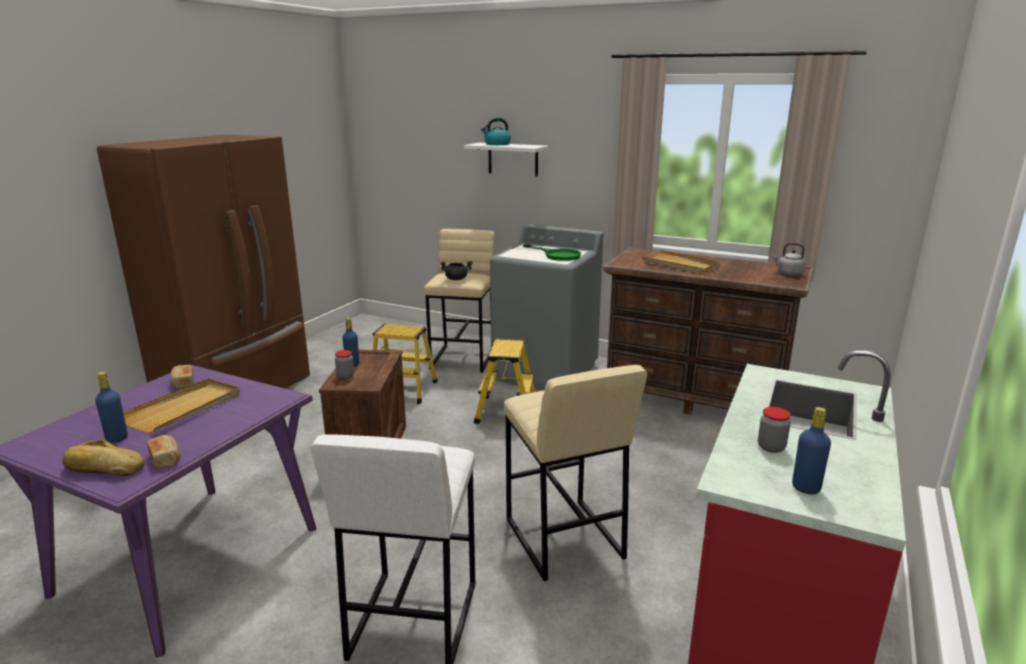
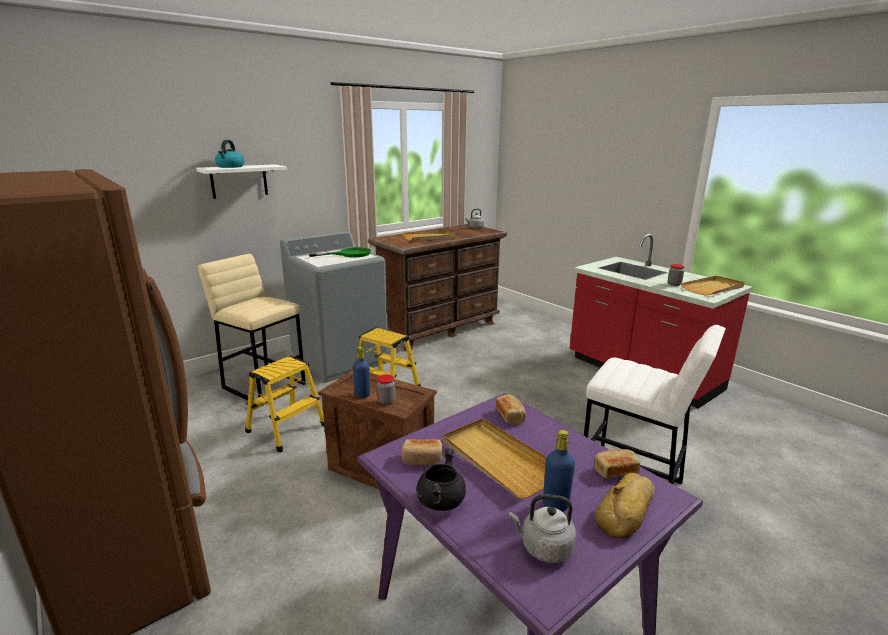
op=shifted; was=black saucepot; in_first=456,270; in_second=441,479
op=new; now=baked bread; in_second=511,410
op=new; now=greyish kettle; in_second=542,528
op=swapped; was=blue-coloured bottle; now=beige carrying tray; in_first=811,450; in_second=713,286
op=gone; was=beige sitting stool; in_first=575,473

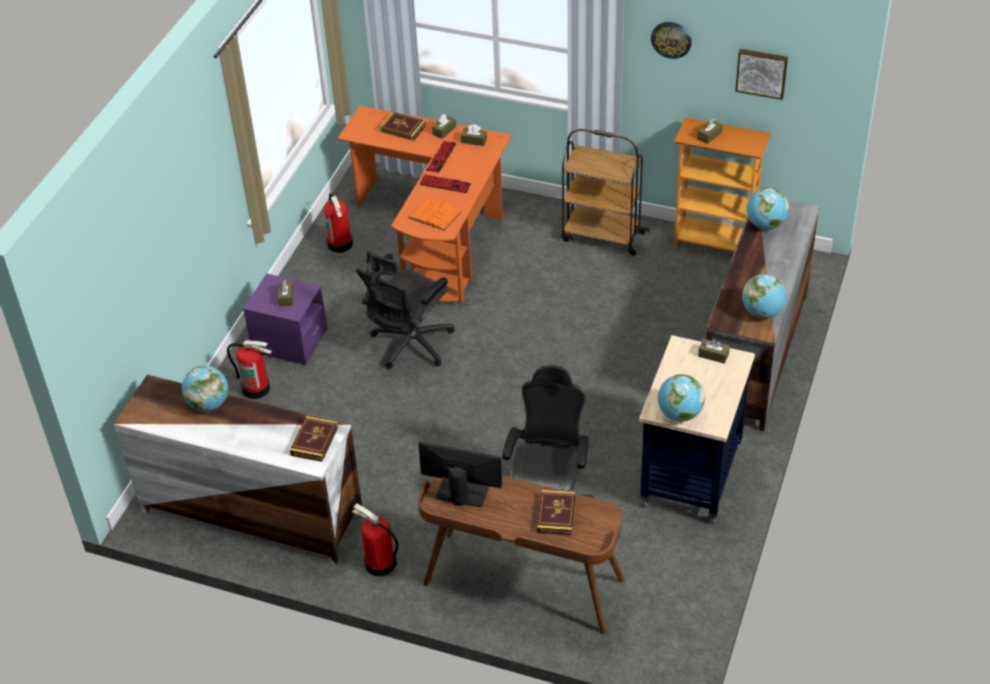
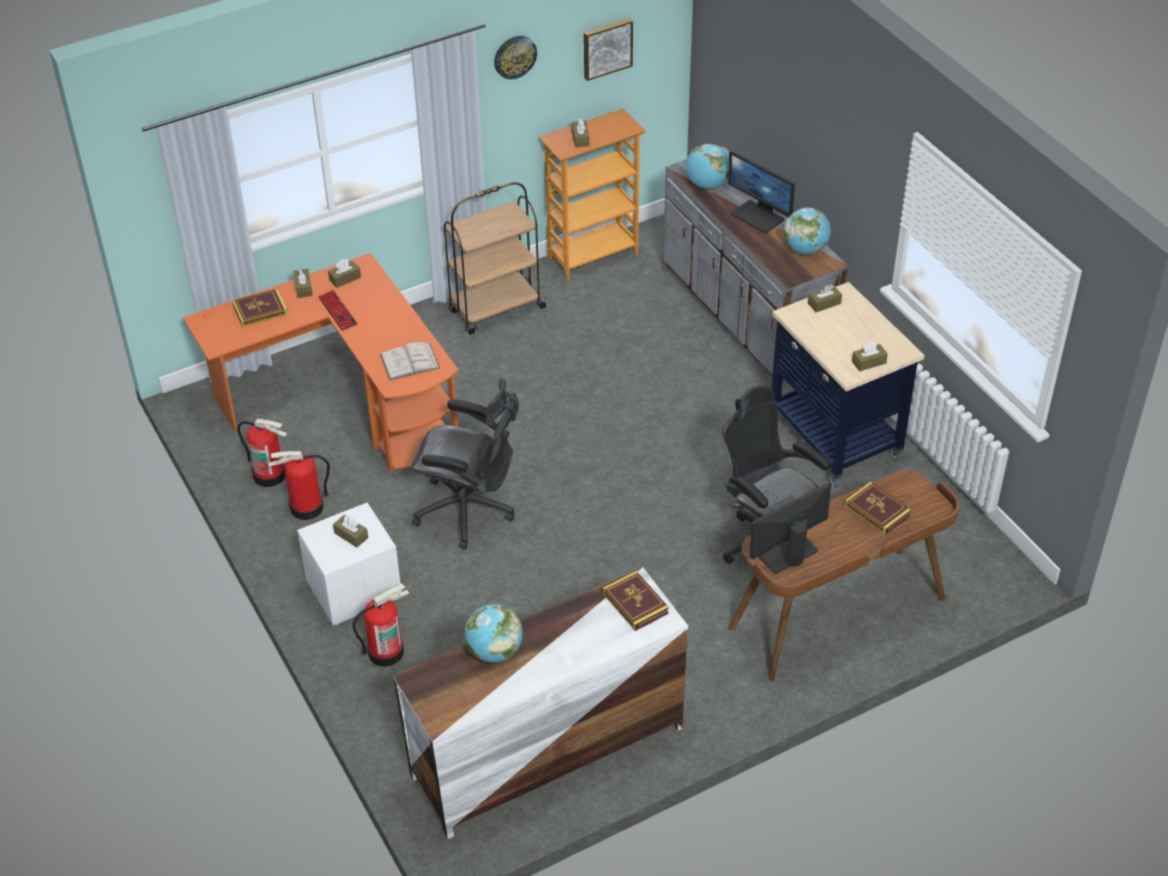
op=shifted; was=extinguisher; in_first=375,540; in_second=299,485
op=repainted; was=purplish bedside table; now=white-coloured bedside table; in_first=285,319; in_second=349,564
op=repainted; was=orange volume; now=white-coloured volume; in_first=435,214; in_second=410,361
op=rotated; was=desk chair; in_first=405,309; in_second=465,464; clockwise=-60
op=new; now=computer display; in_second=761,191
op=swapped; was=globe; now=brown box of tissues; in_first=681,398; in_second=870,357
op=gone; was=keyboard; in_first=445,183

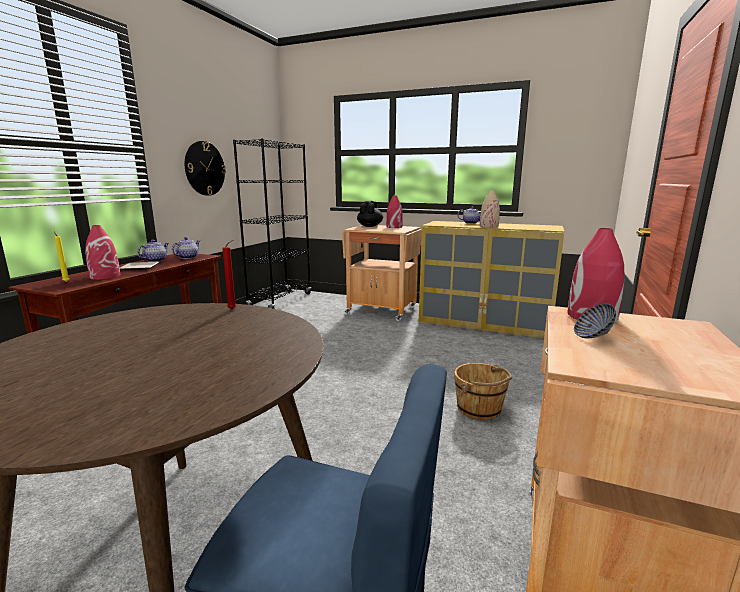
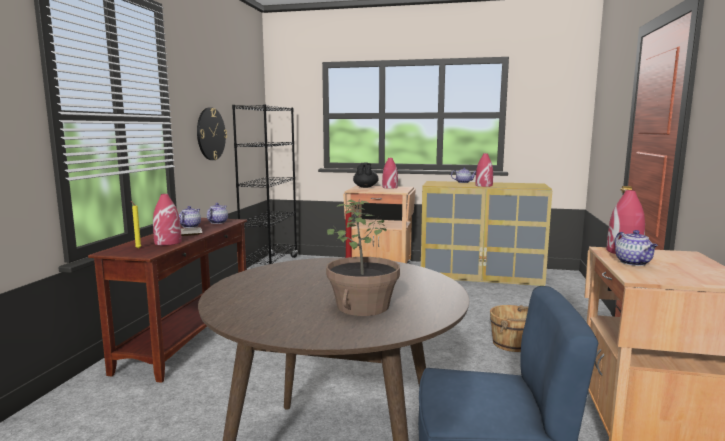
op=new; now=houseplant; in_second=363,257
op=repainted; was=beige decorative vase; now=red-coloured decorative vase; in_first=490,209; in_second=484,170
op=swapped; was=deep dish; now=teapot; in_first=595,321; in_second=636,248

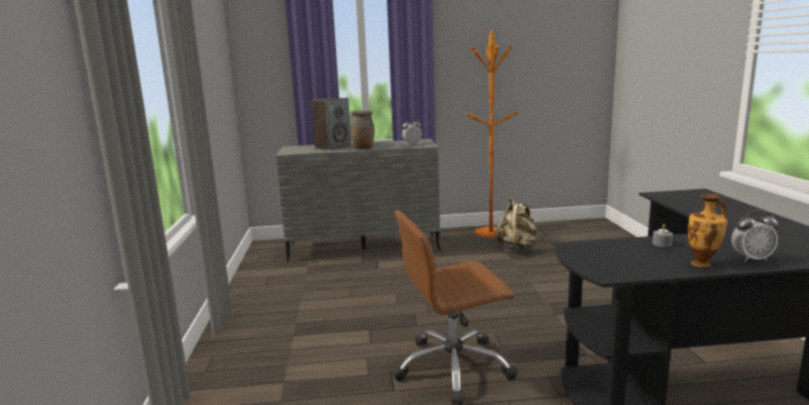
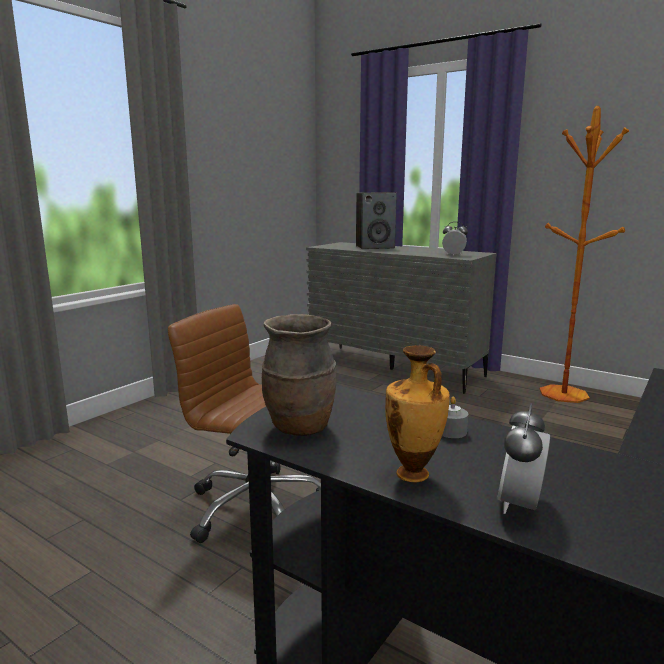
op=shifted; was=brown decorative vase; in_first=362,130; in_second=299,375
op=rotated; was=table clock; in_first=754,236; in_second=523,458; clockwise=75
op=gone; was=beige rucksack; in_first=516,224

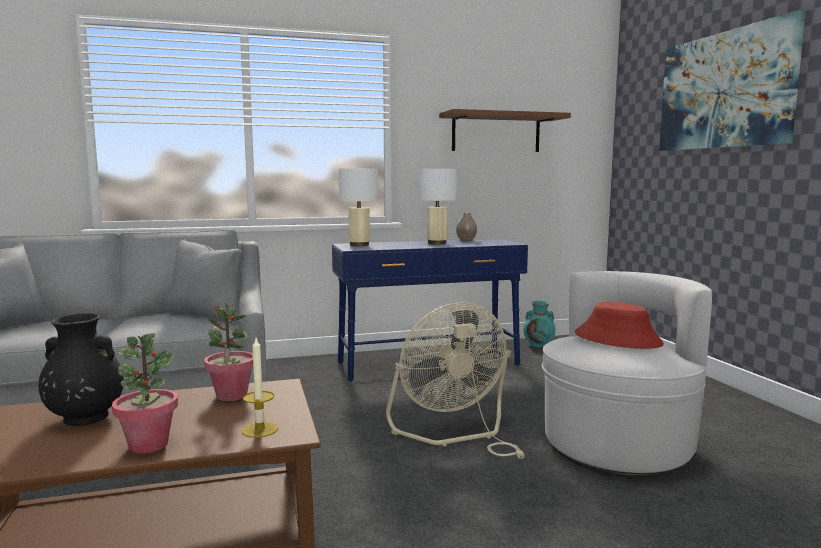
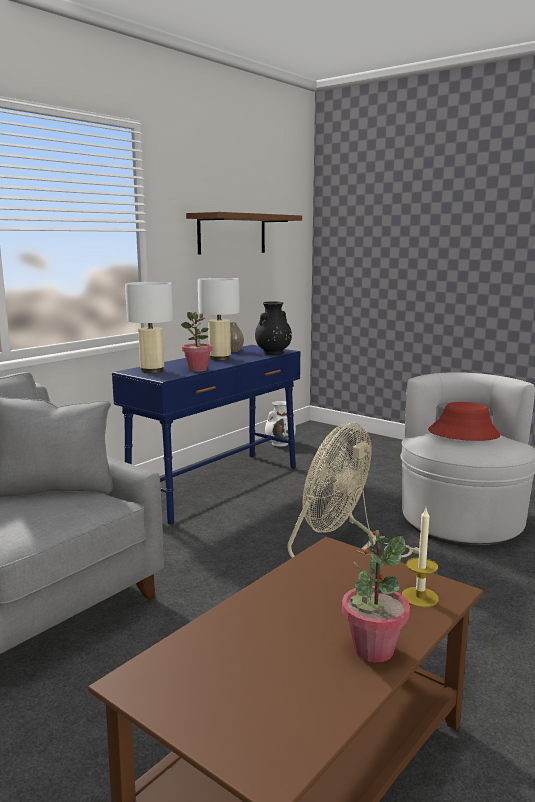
op=shifted; was=houseplant; in_first=228,352; in_second=196,341
op=shifted; was=black decorative vase; in_first=81,369; in_second=273,328
op=repainted; was=turquoise decorative vase; now=white-coloured decorative vase; in_first=539,324; in_second=280,424
op=gone; was=wall picture; in_first=732,80

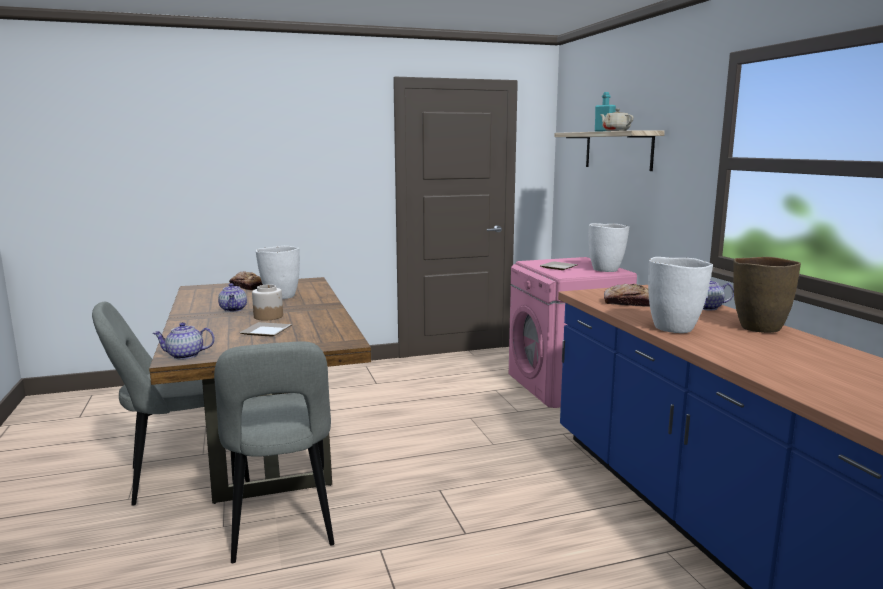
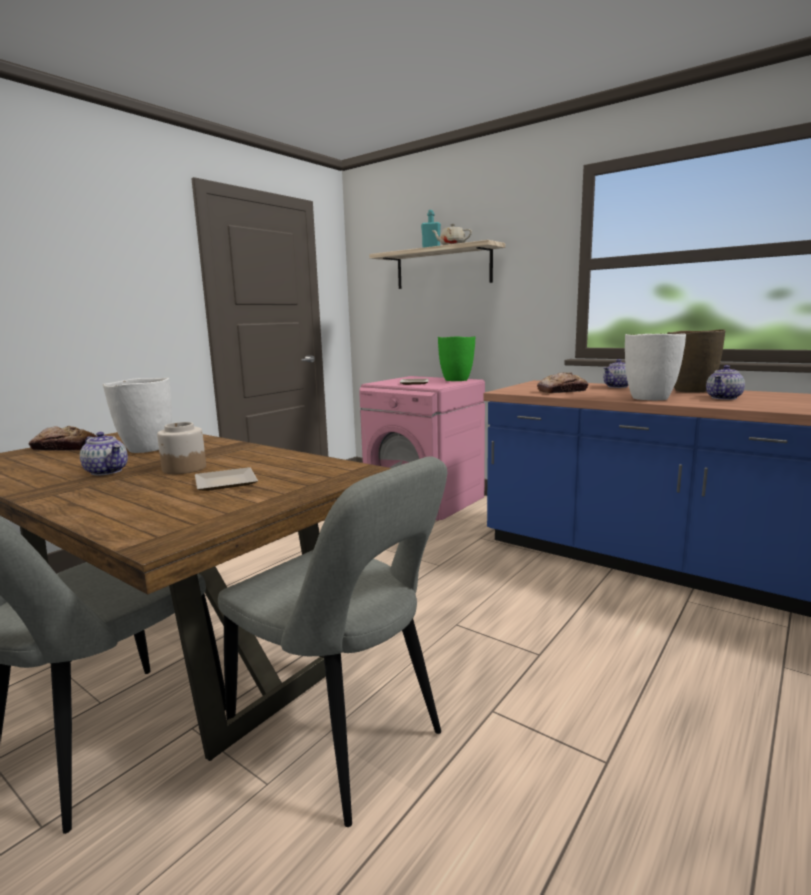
op=repainted; was=white-coloured decorative vase; now=greenish decorative vase; in_first=609,247; in_second=456,358
op=shifted; was=teapot; in_first=184,340; in_second=725,382

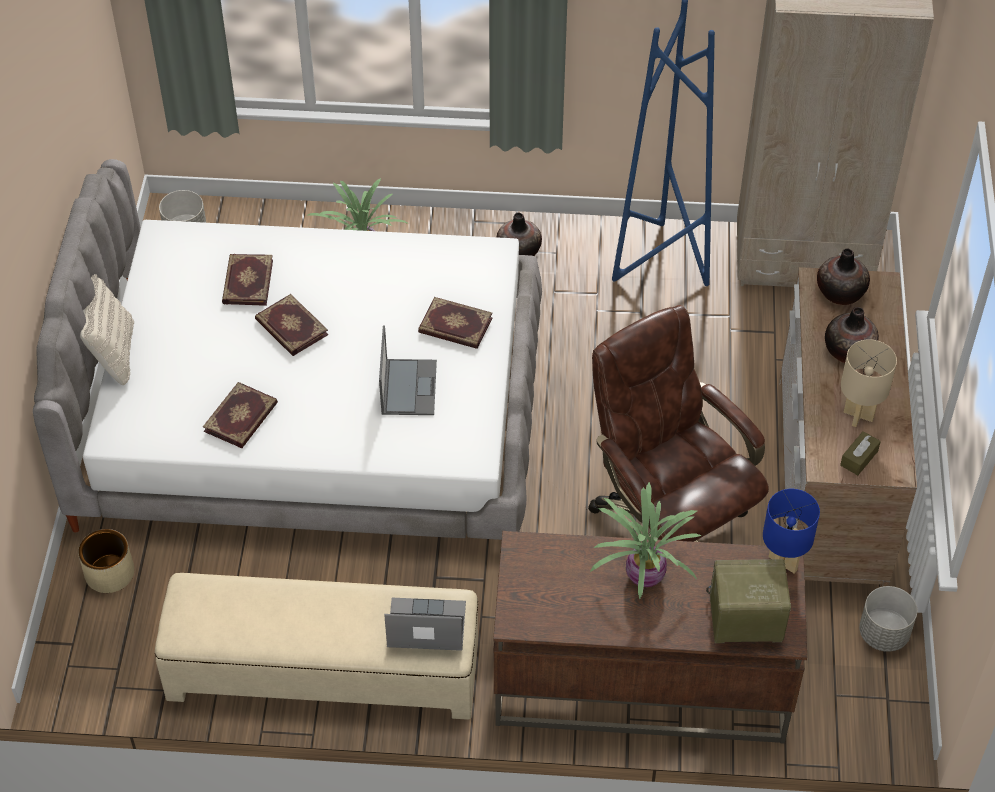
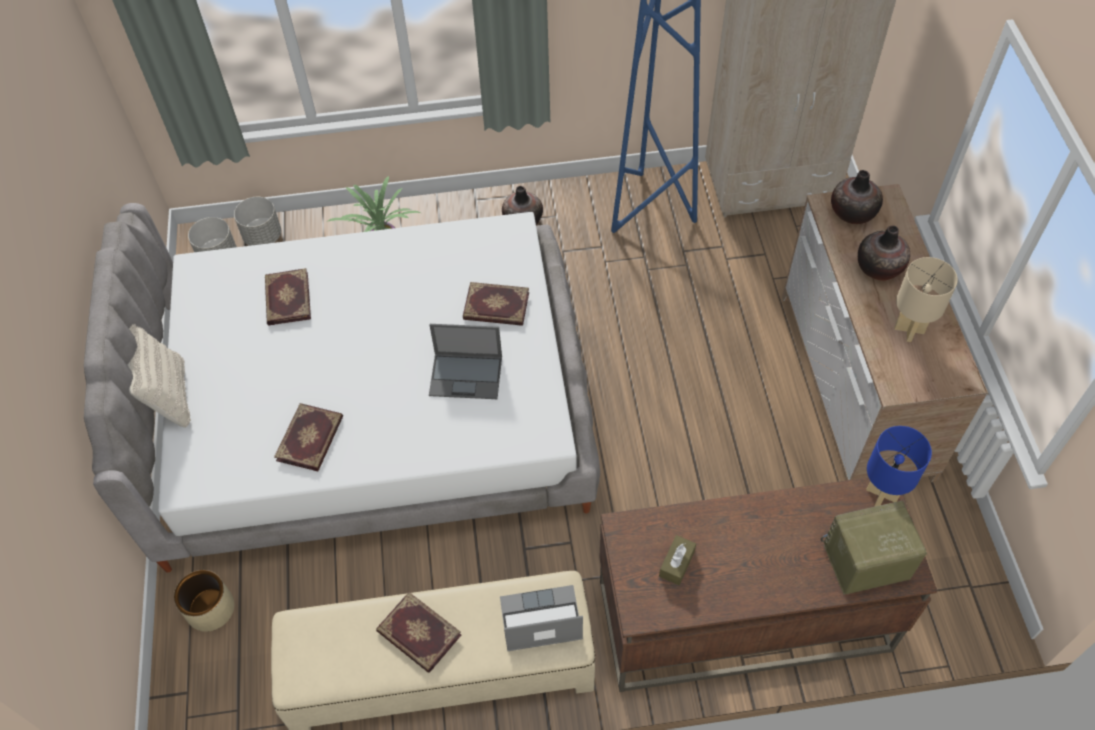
op=shifted; was=greyish plant pot; in_first=888,619; in_second=257,221
op=shifted; was=volume; in_first=291,325; in_second=418,632
op=rotated; was=notebook computer; in_first=408,370; in_second=465,361; clockwise=105
op=shifted; was=brown box of tissues; in_first=860,453; in_second=677,560
op=gone; was=brown desk chair; in_first=678,423
op=gone; was=houseplant; in_first=645,541

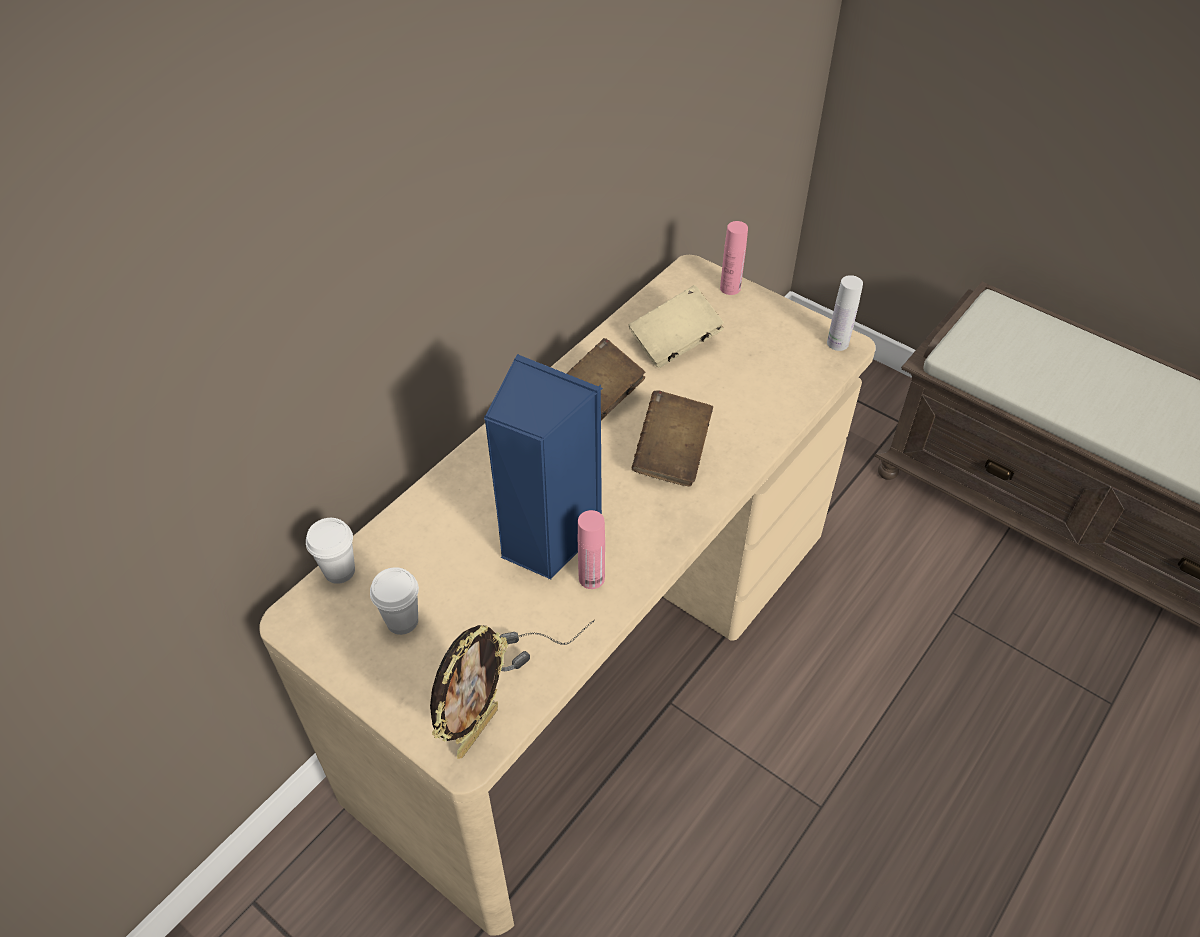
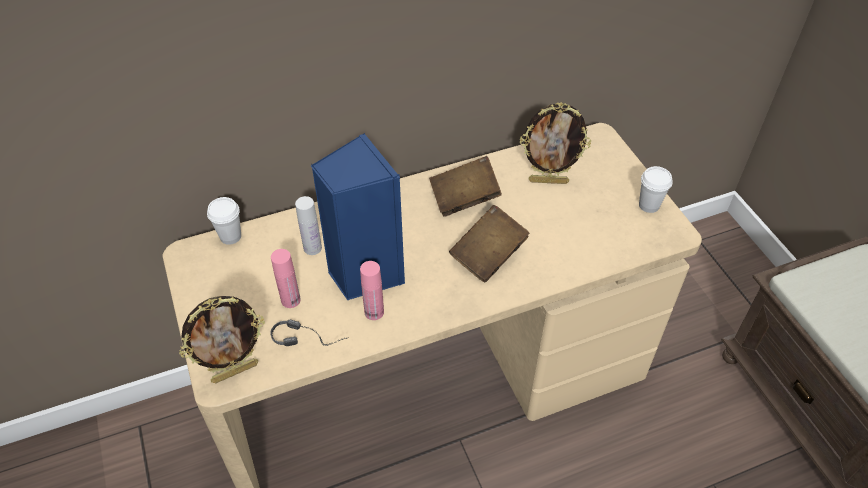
op=shifted; was=pink-coloured bottle; in_first=734,258; in_second=286,278
op=shifted; was=white-coloured bottle; in_first=845,313; in_second=308,225
op=swapped; was=beige volume; now=photo frame; in_first=676,326; in_second=555,143
op=shifted; was=white-coloured cup; in_first=394,601; in_second=656,189

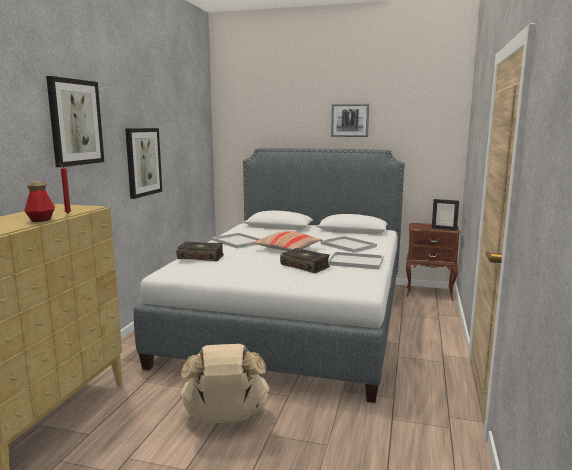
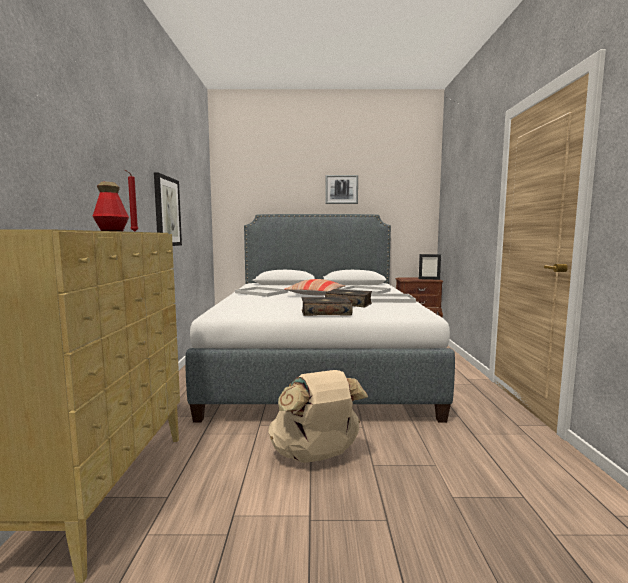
op=shifted; was=volume; in_first=200,251; in_second=327,306
op=gone; was=wall picture; in_first=75,121

